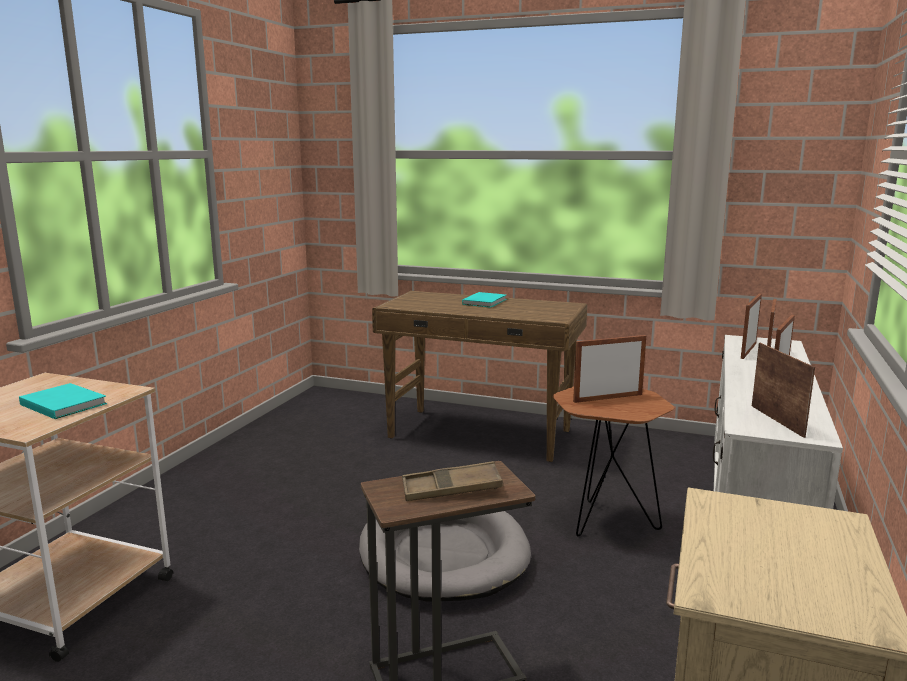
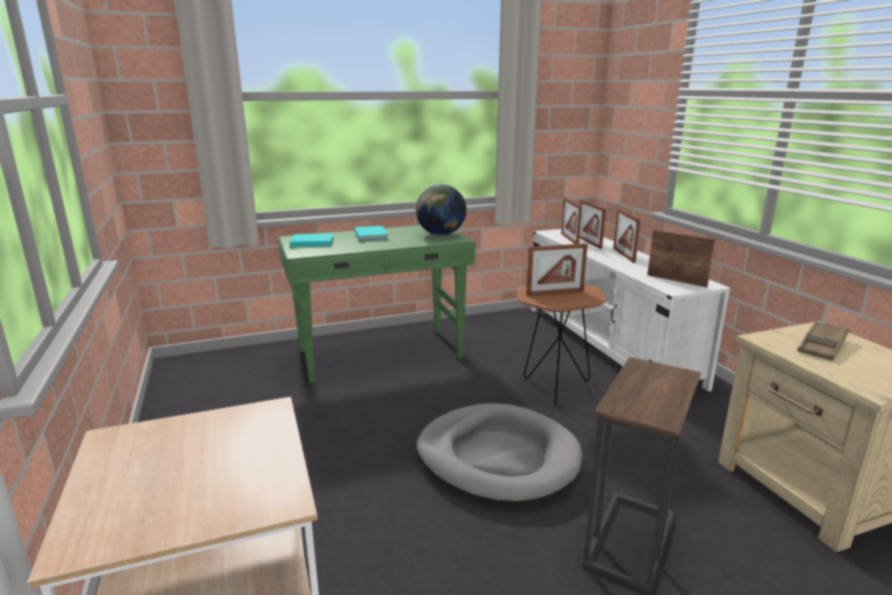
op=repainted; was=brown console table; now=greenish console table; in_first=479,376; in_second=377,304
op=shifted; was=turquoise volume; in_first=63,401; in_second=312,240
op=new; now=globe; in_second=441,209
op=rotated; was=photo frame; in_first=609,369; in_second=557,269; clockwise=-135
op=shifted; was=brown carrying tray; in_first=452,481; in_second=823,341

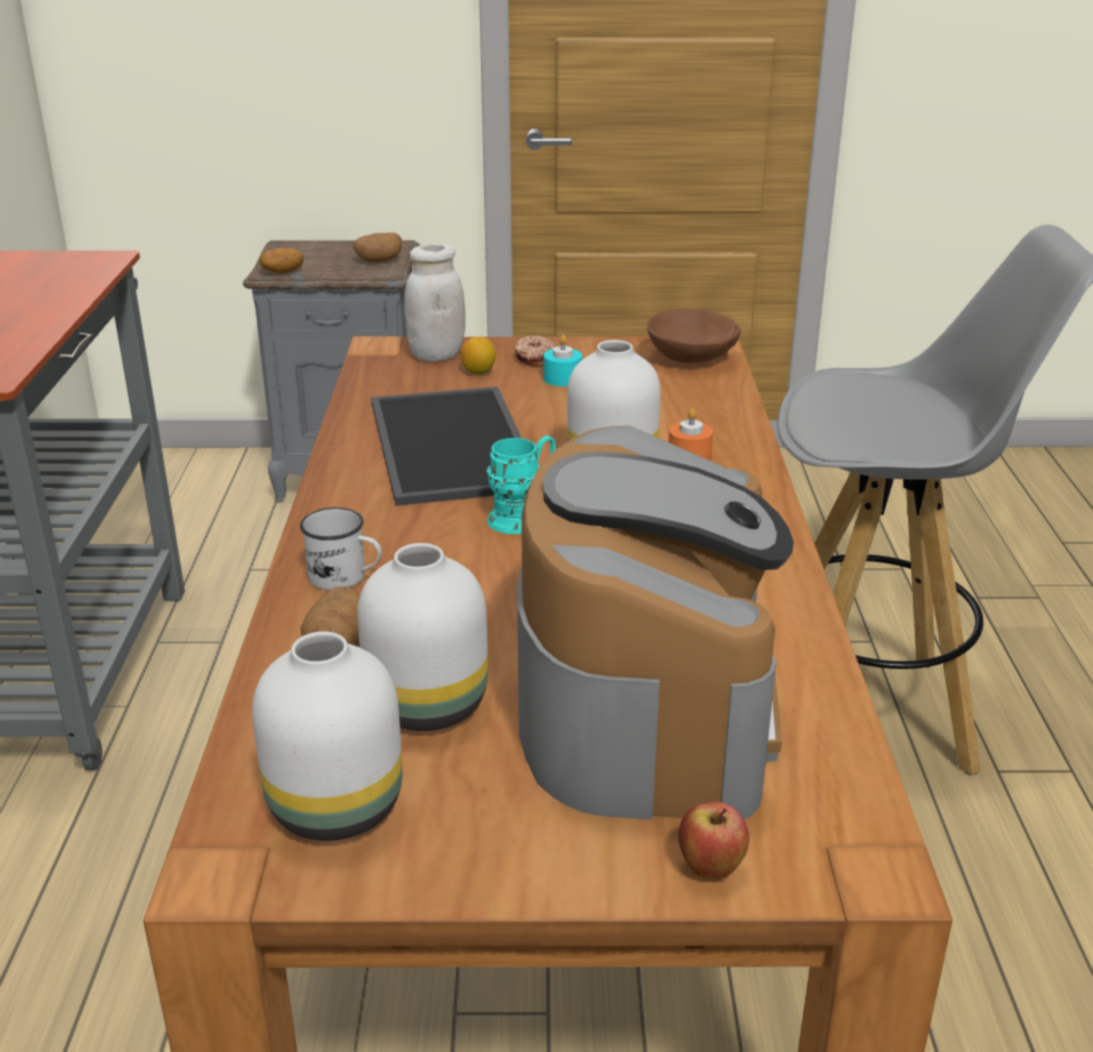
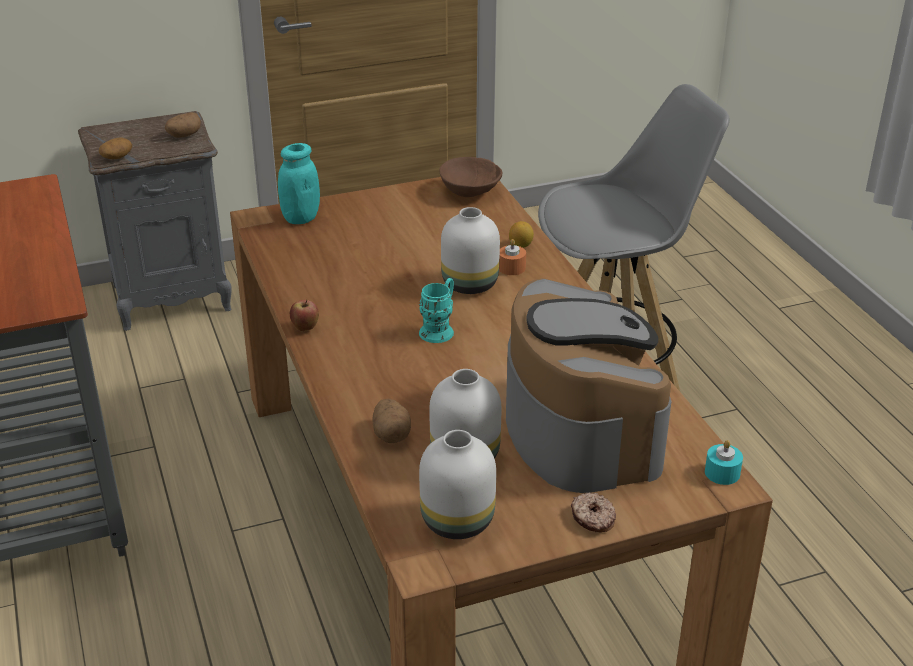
op=repainted; was=white-coloured storage jar; now=turquoise storage jar; in_first=435,303; in_second=299,183
op=shifted; was=apple; in_first=713,840; in_second=304,315
op=shifted; was=lemon; in_first=478,355; in_second=521,234
op=shifted; was=donut; in_first=536,351; in_second=593,512
op=shifted; was=turquoise wax candle; in_first=563,361; in_second=724,462
op=gone; was=white-coloured coffee mug; in_first=341,548
op=gone; was=carrying tray; in_first=446,446

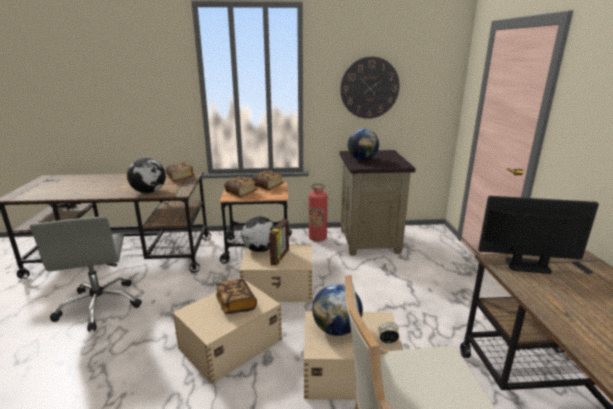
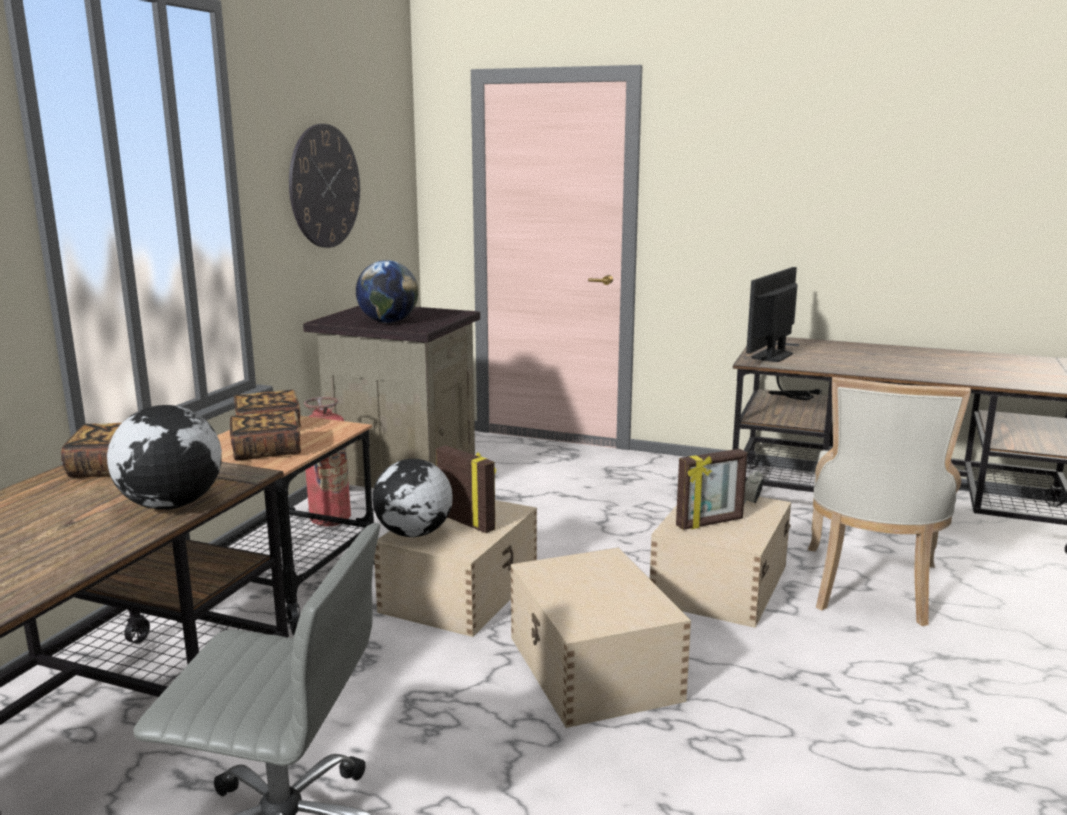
op=swapped; was=globe; now=photo frame; in_first=337,310; in_second=711,489
op=gone; was=volume; in_first=236,296

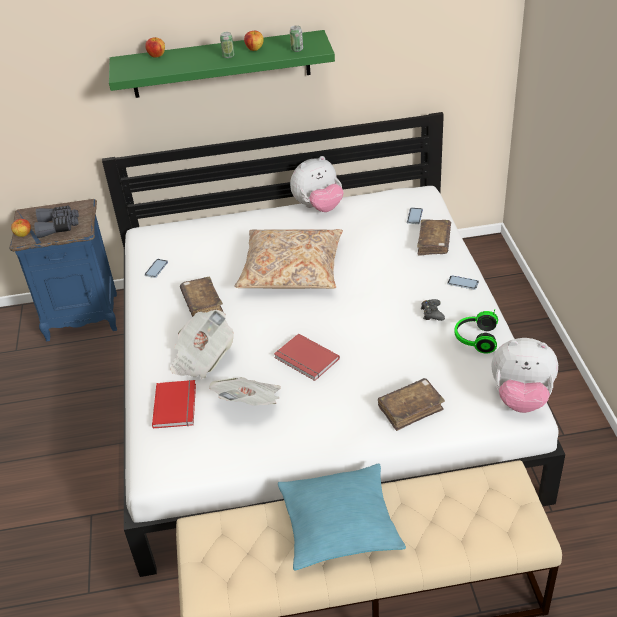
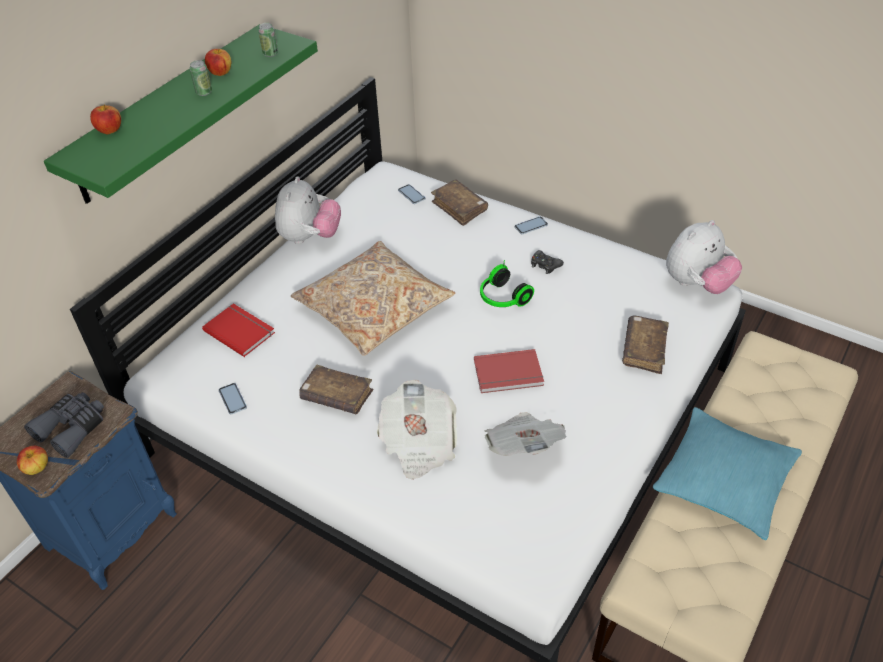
op=shifted; was=red-coloured volume; in_first=174,404; in_second=238,330
op=shifted; was=headset; in_first=476,331; in_second=507,283

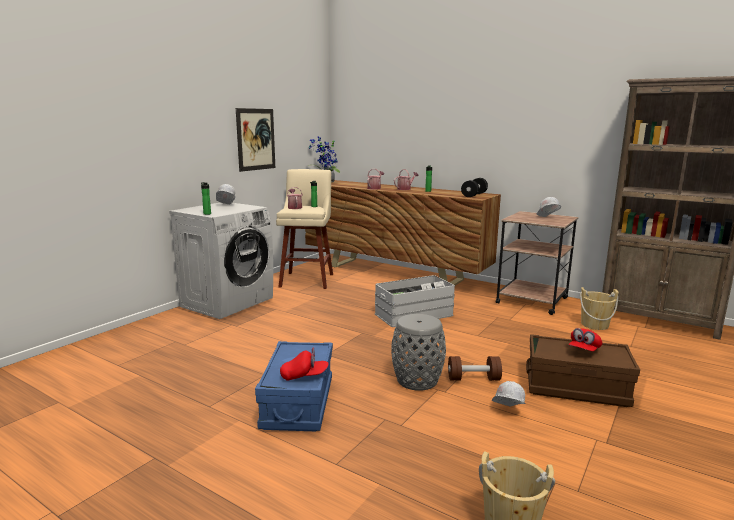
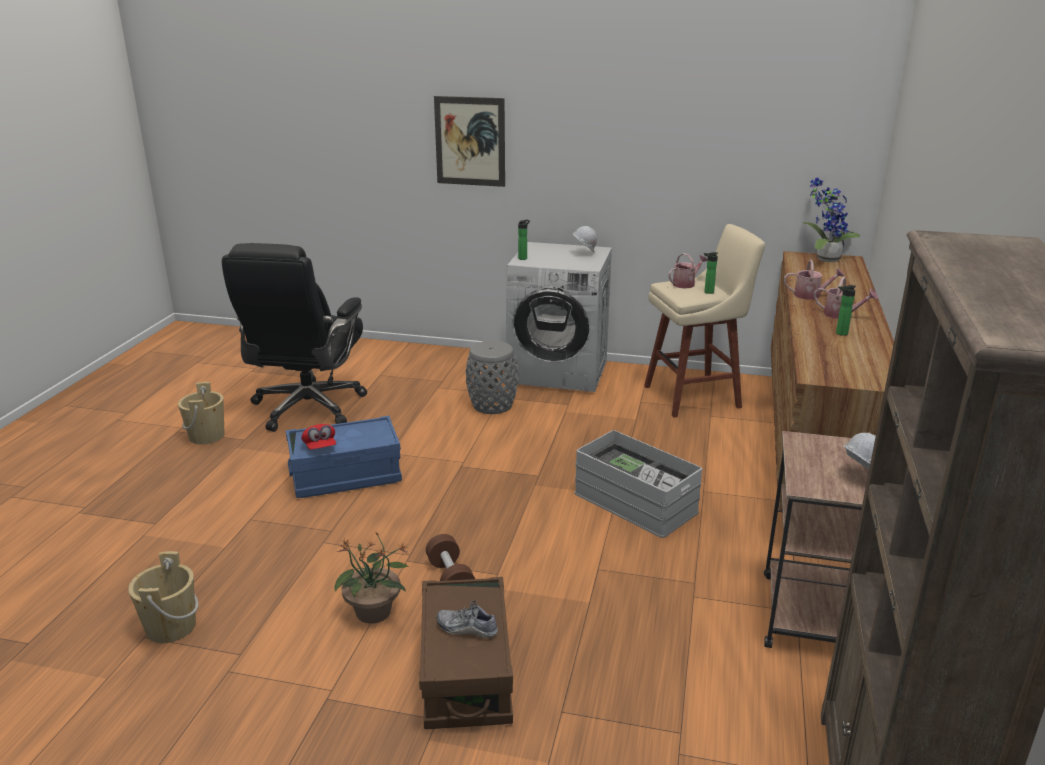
op=shifted; was=beige bucket; in_first=599,308; in_second=201,413
op=new; now=black desk chair; in_second=294,337
op=swapped; was=white-coloured hard hat; now=houseplant; in_first=509,394; in_second=371,577
op=shifted; was=wall picture; in_first=255,140; in_second=469,141
op=swapped; was=red-coloured baseball cap; now=low shoe; in_first=585,339; in_second=467,619
op=shifted; was=greyish sitting stool; in_first=418,352; in_second=492,377
op=gone; was=black free weight; in_first=474,187

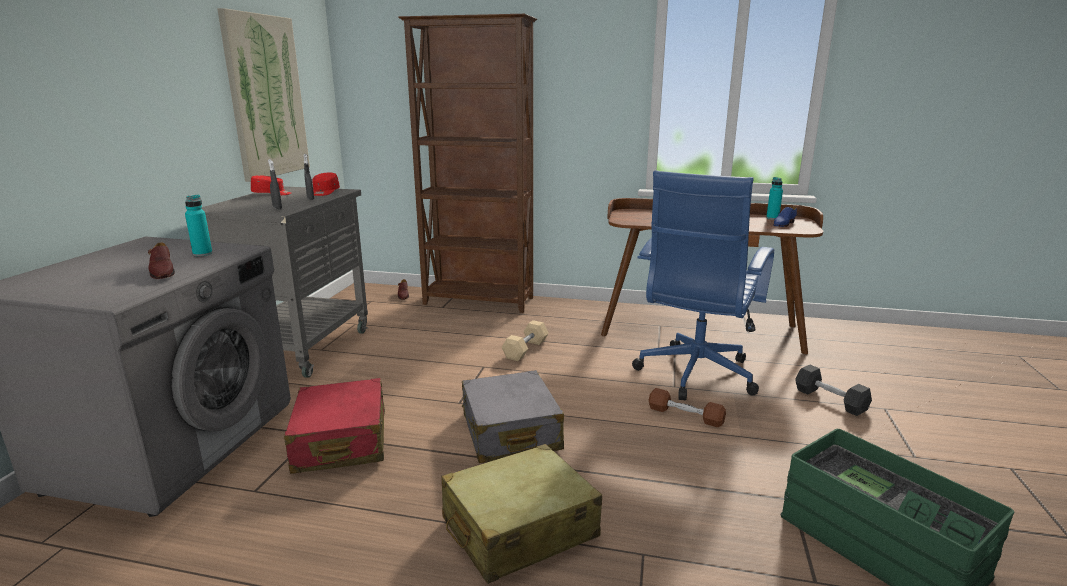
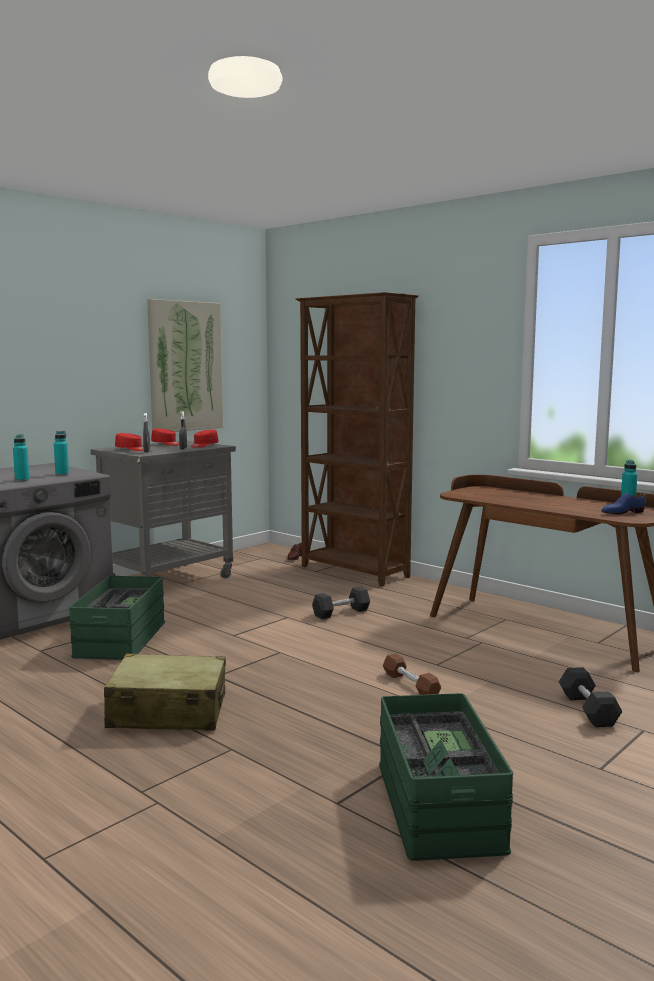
op=swapped; was=brown low shoe; now=turquoise bottle; in_first=161,260; in_second=21,457
op=swapped; was=red-coloured travel case; now=greenish storage container; in_first=334,426; in_second=117,618
op=new; now=red-coloured baseball cap; in_second=129,442
op=repainted; was=beige free weight; now=black free weight; in_first=525,340; in_second=341,603
op=gone; was=greyish travel case; in_first=513,416
op=gone; was=blue-coloured desk chair; in_first=703,285

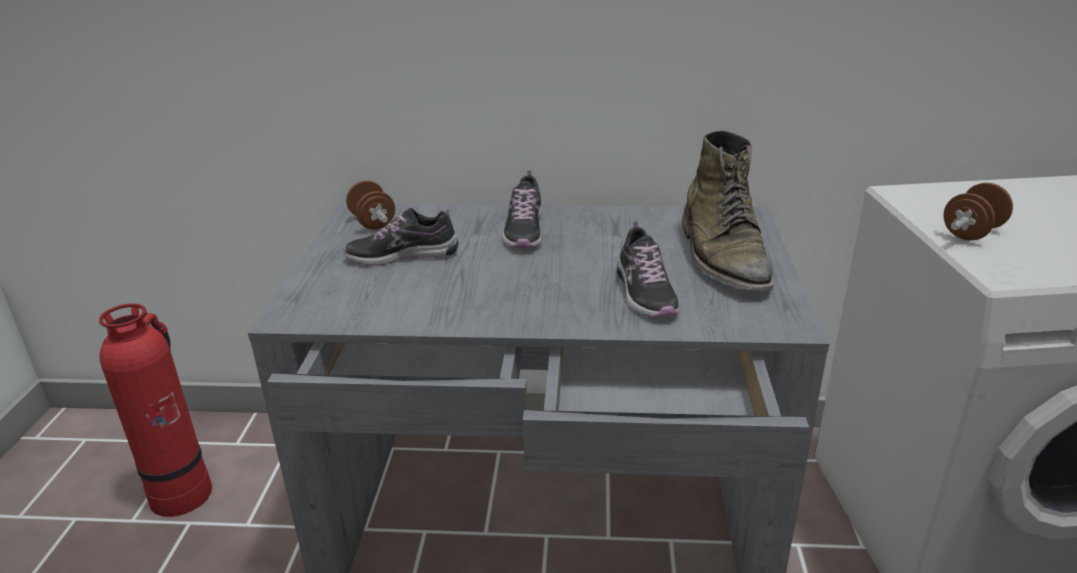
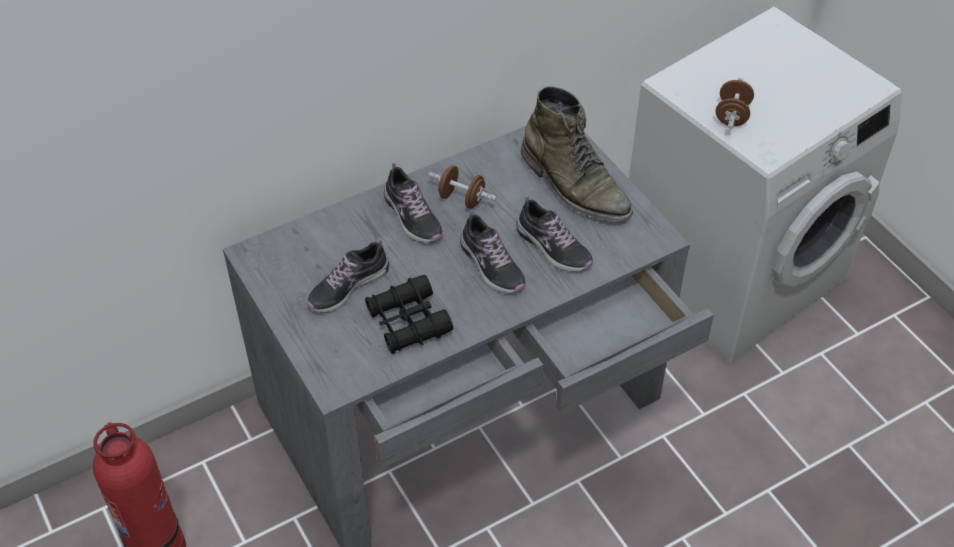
op=new; now=black binoculars; in_second=409,314
op=shifted; was=brown free weight; in_first=370,205; in_second=462,187
op=new; now=low shoe; in_second=493,251

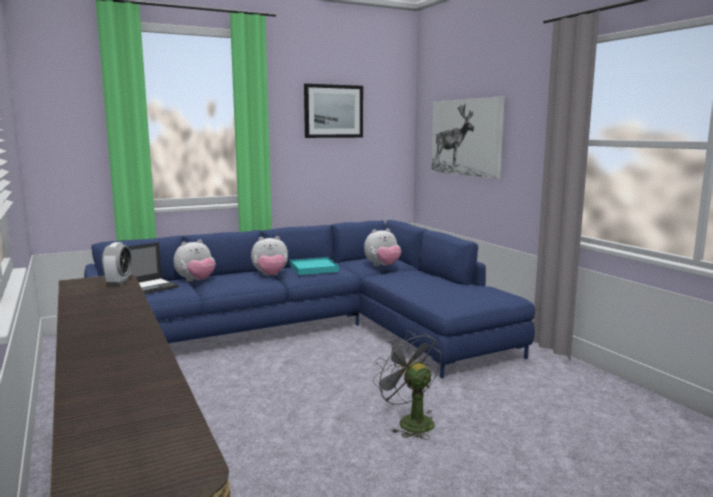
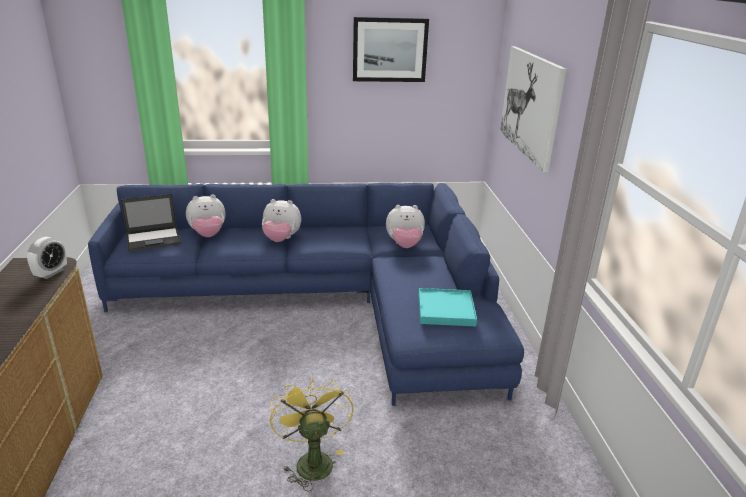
op=repainted; was=greyish fan; now=yellow fan; in_first=407,385; in_second=312,434
op=shifted; was=turquoise carrying tray; in_first=314,266; in_second=447,307

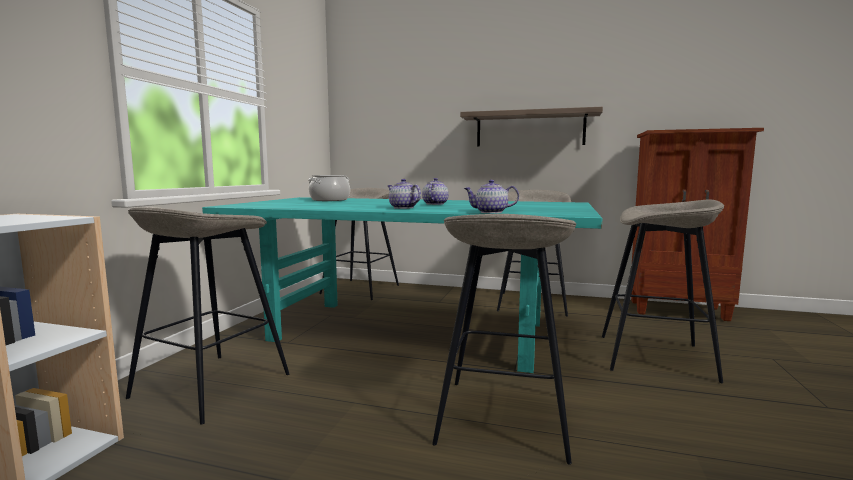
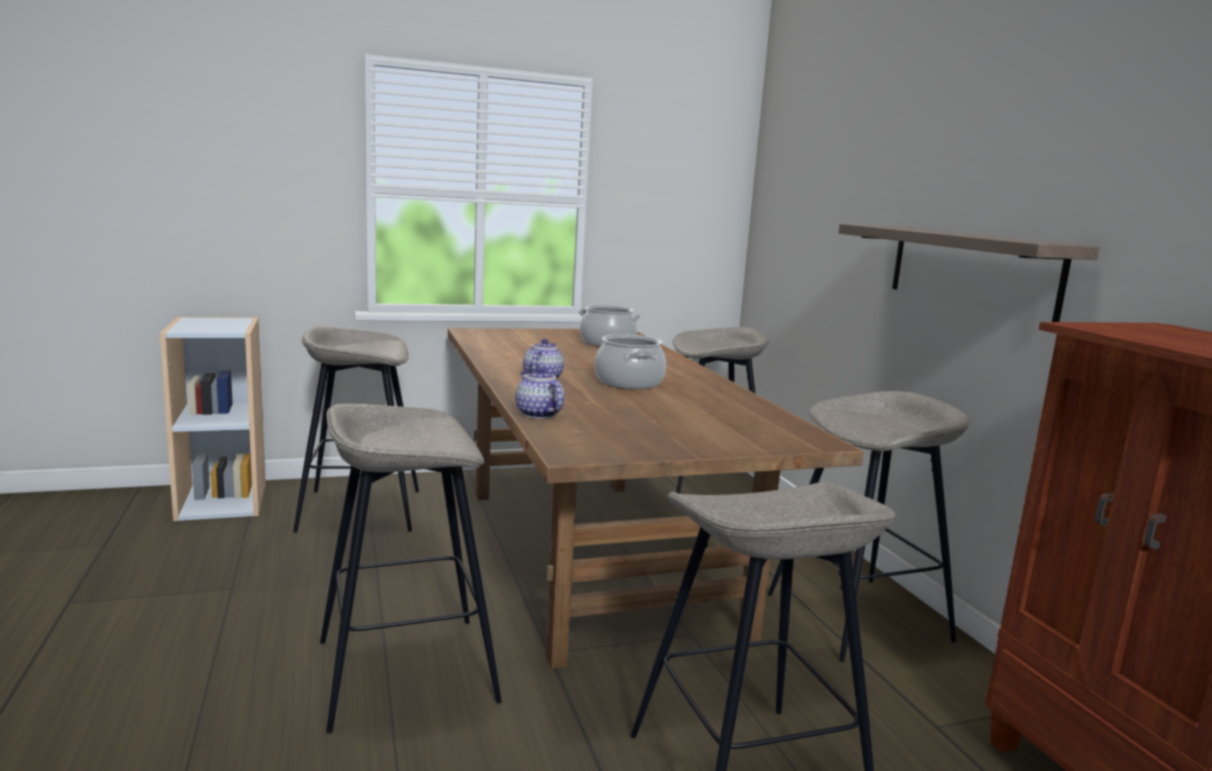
op=repainted; was=turquoise dining table; now=brown dining table; in_first=402,285; in_second=656,498
op=swapped; was=teapot; now=saucepot; in_first=435,191; in_second=630,361

